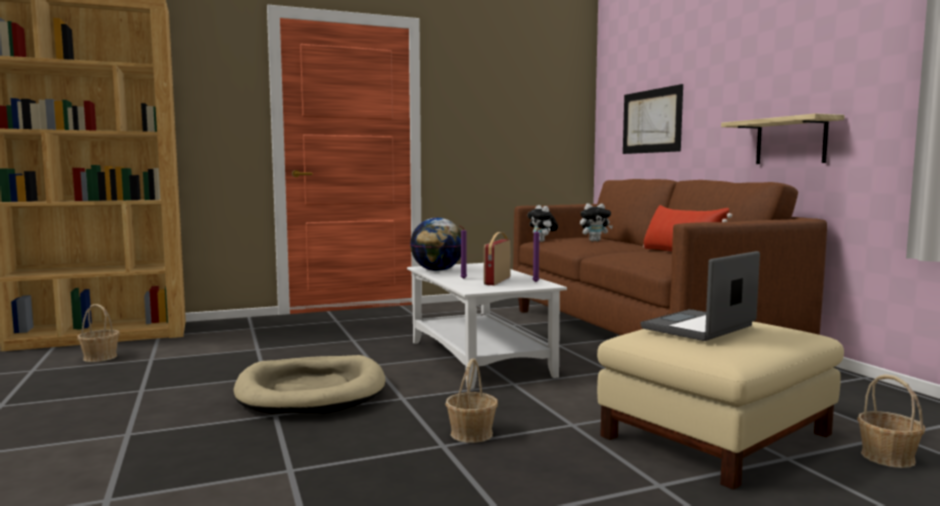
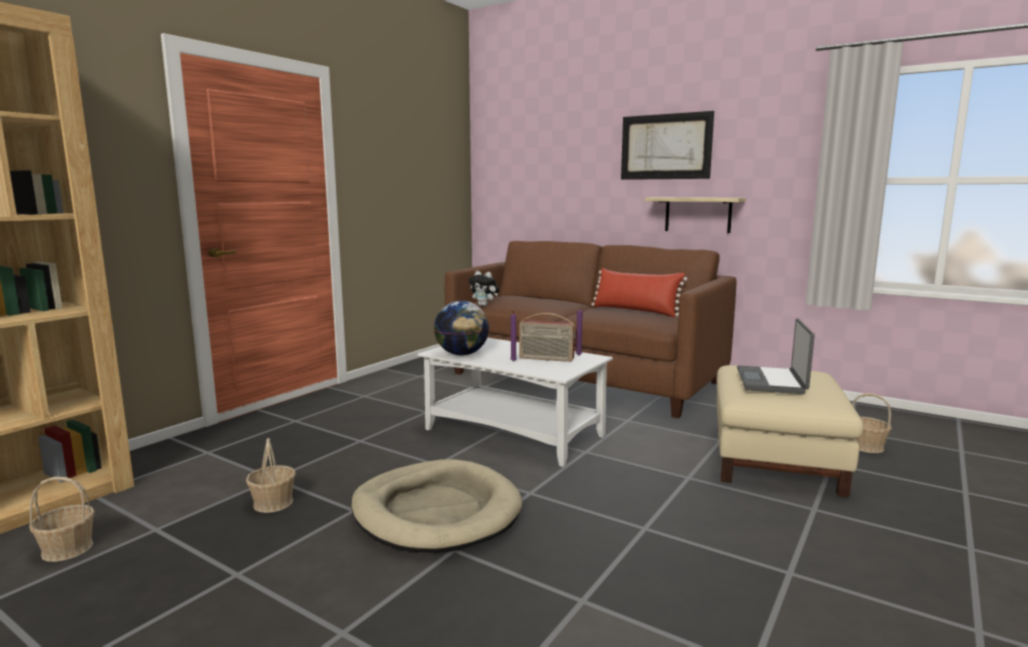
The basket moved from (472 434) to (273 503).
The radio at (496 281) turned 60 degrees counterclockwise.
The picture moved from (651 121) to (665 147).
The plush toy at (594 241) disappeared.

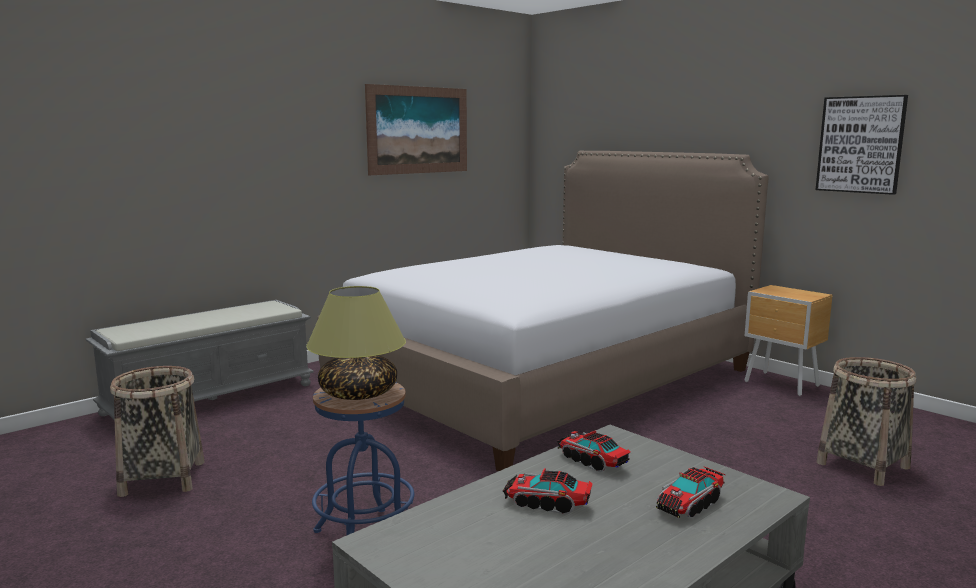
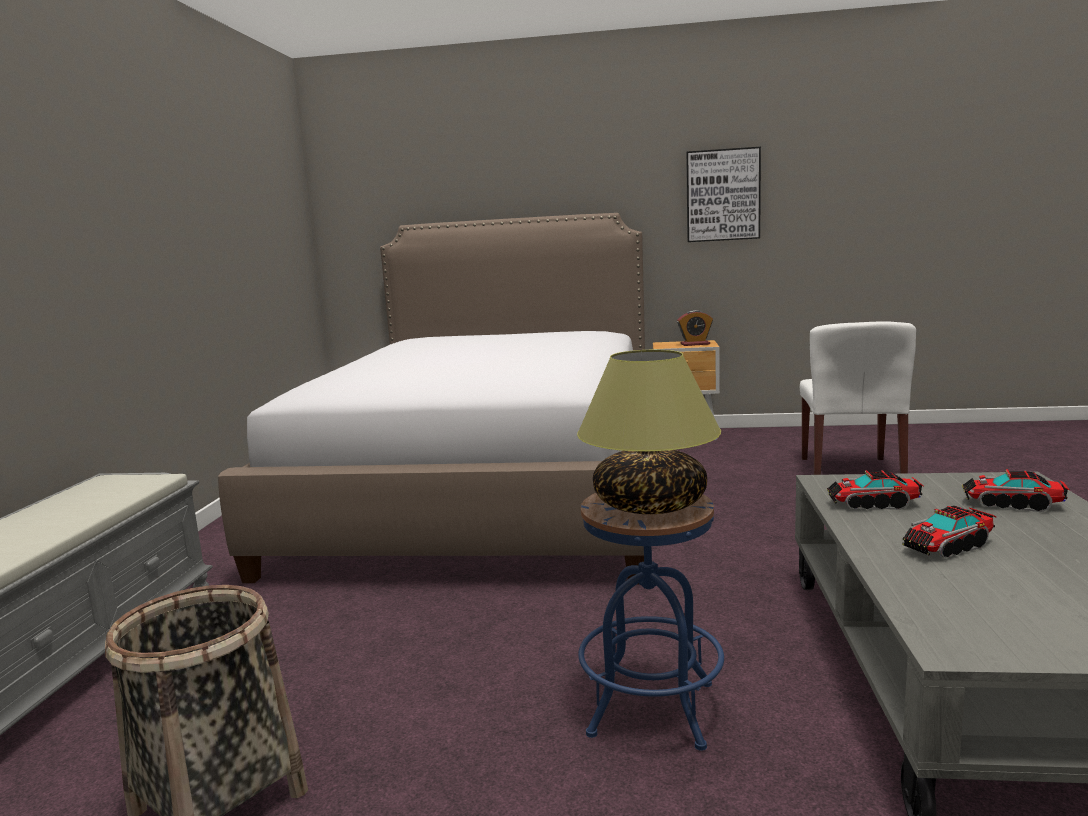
The alarm clock at (695 344) appeared.
The basket at (862 465) was replaced by the chair (white) at (850 472).
The toy truck at (689 505) turned 105 degrees clockwise.
The picture at (418 130) disappeared.

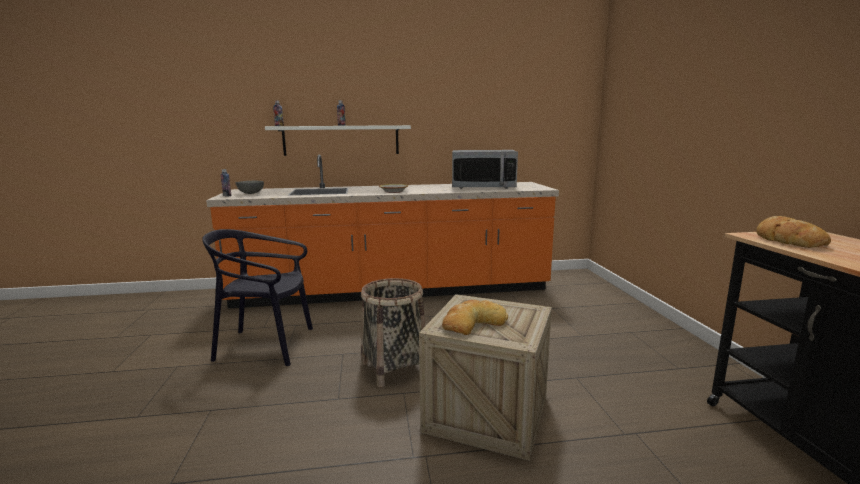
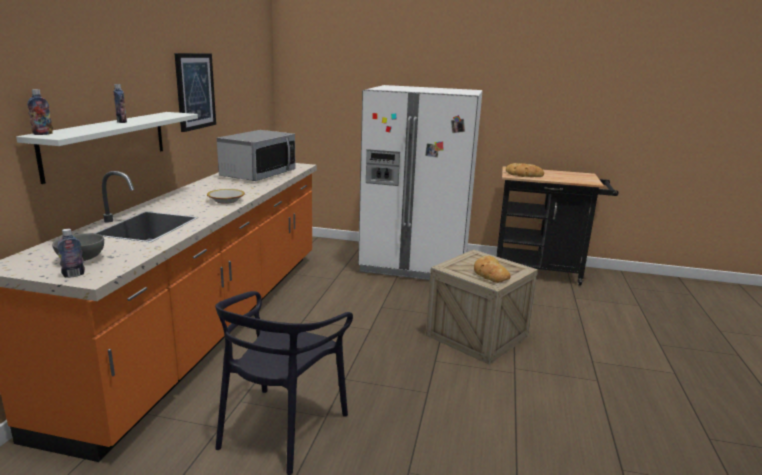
The picture at (195 91) appeared.
The fridge (white) at (415 263) appeared.
The basket at (394 368) disappeared.

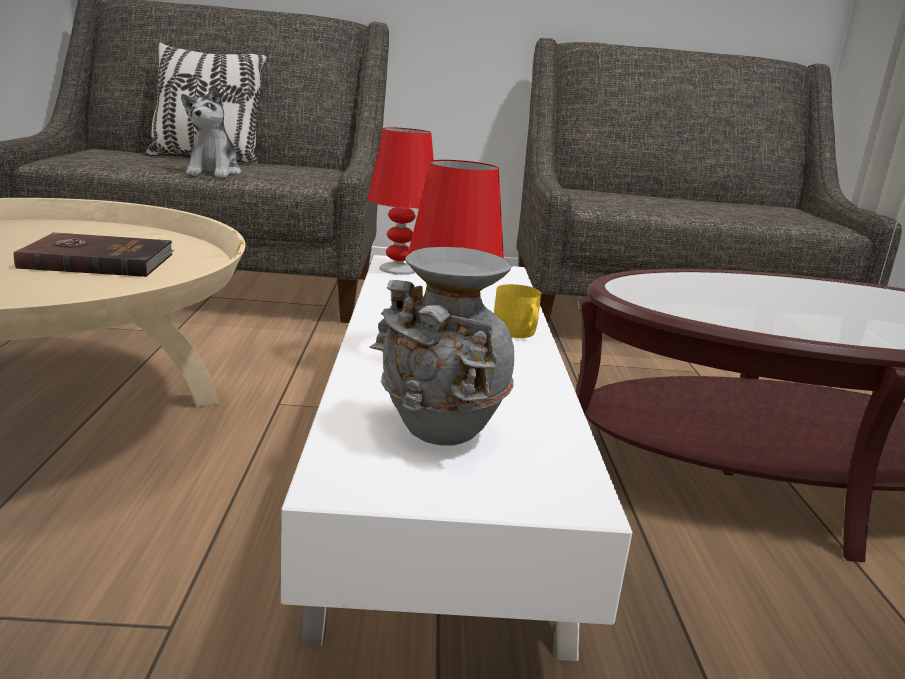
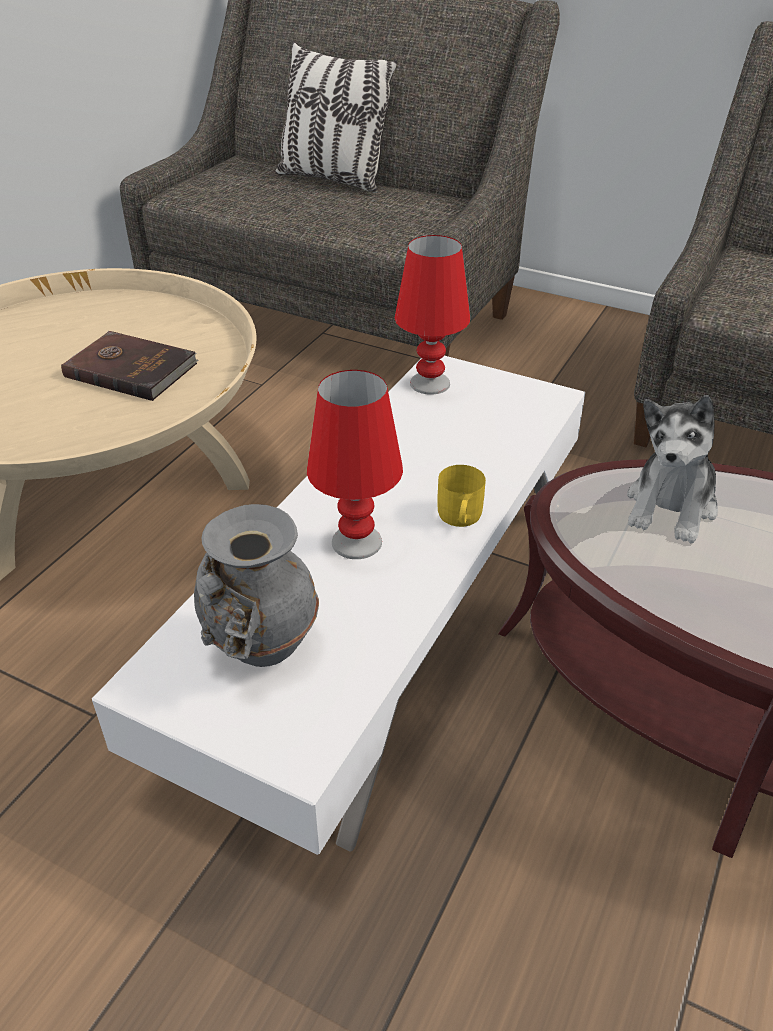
The plush toy moved from (214 172) to (671 506).

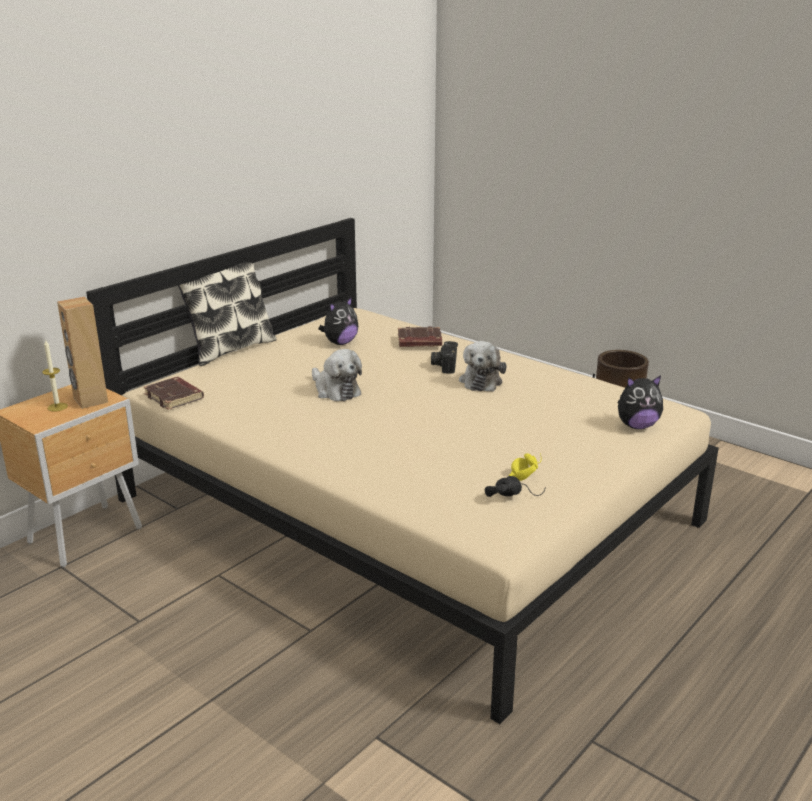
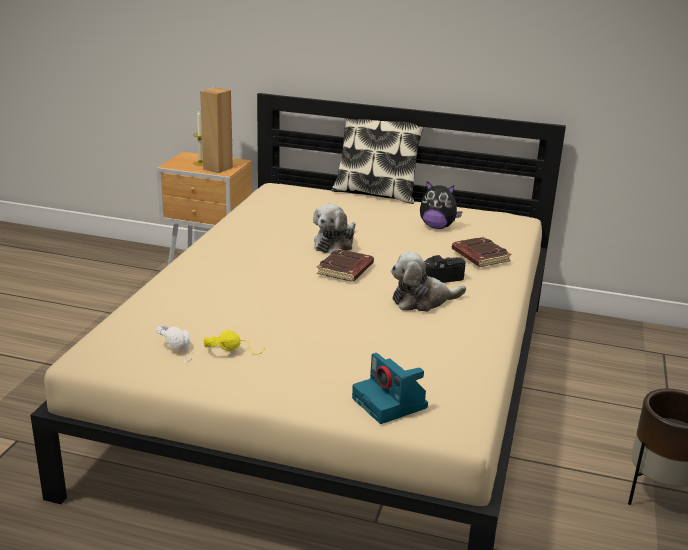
The headphones (black) at (513 495) became the headphones (white) at (182 350).
The book (brown) moved from (175 397) to (346 270).
The plush toy at (637 426) was replaced by the photo camera at (391 403).

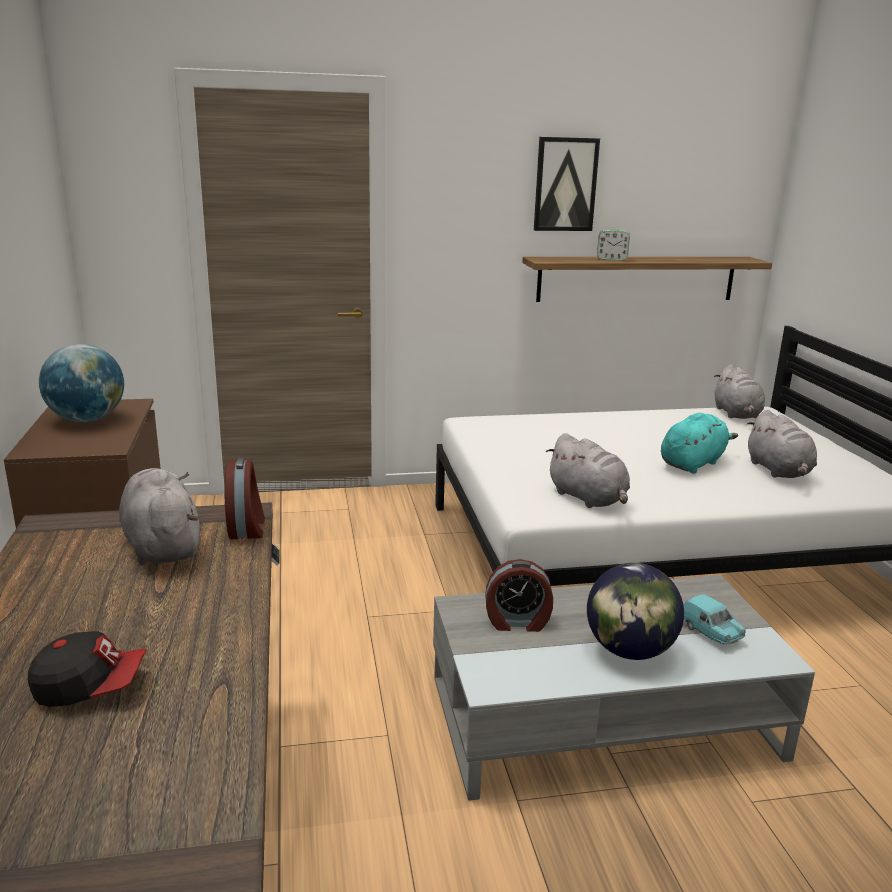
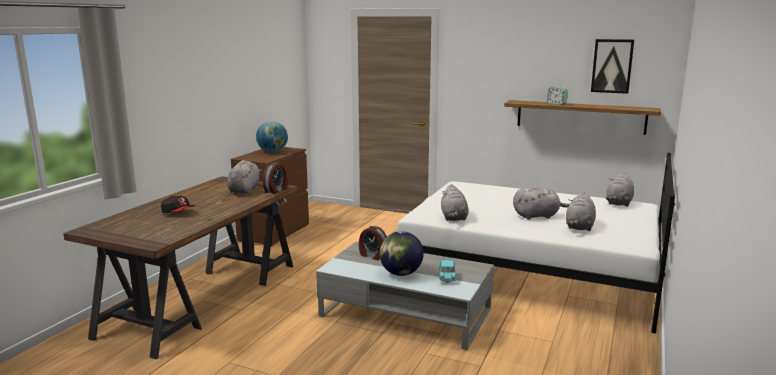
The plush toy (turquoise) at (693 463) became the plush toy (grey) at (537 216).
The picture moved from (565 184) to (612 66).

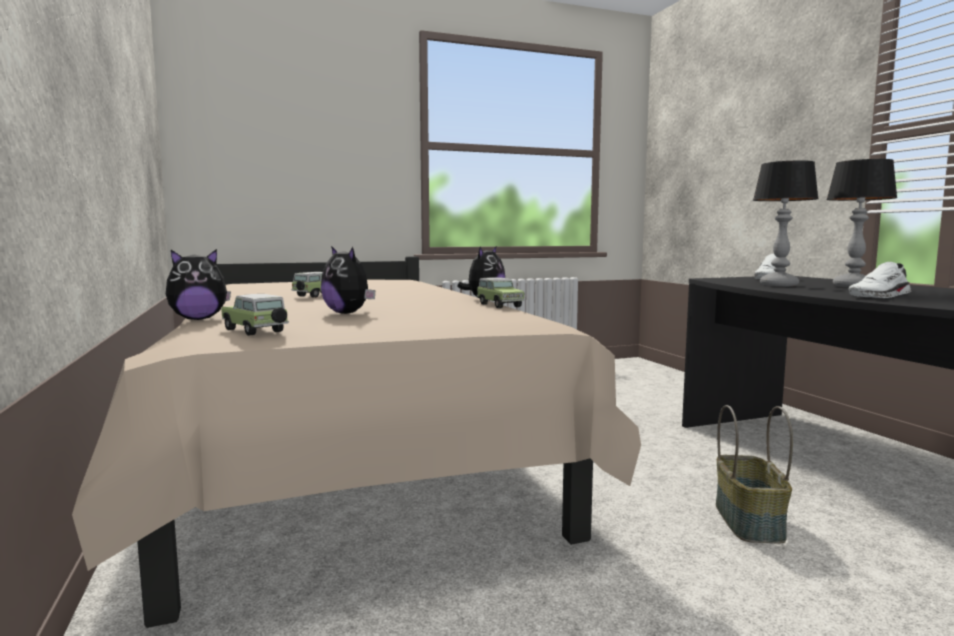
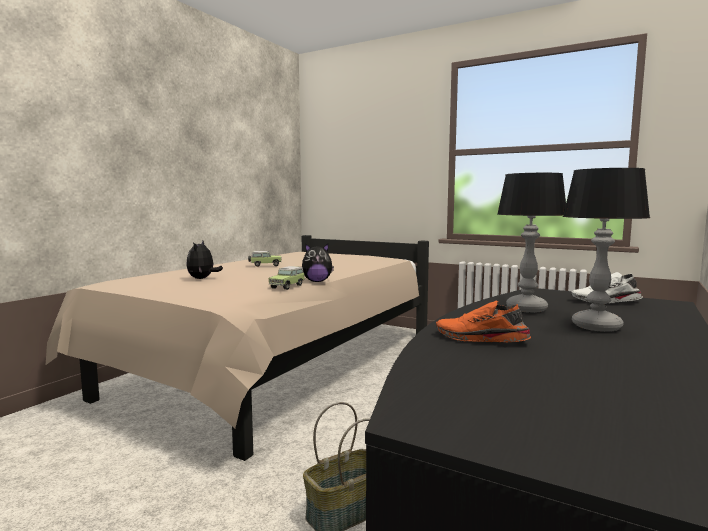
The shoe (white) at (881 297) became the shoe (orange) at (480 339).
The plush toy at (198 319) disappeared.
The toy car at (256 331) disappeared.

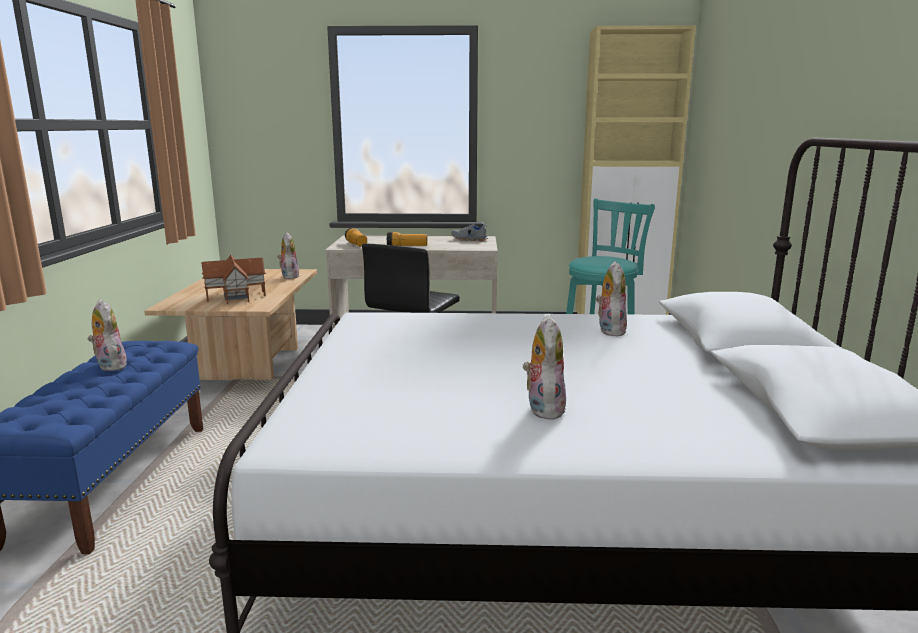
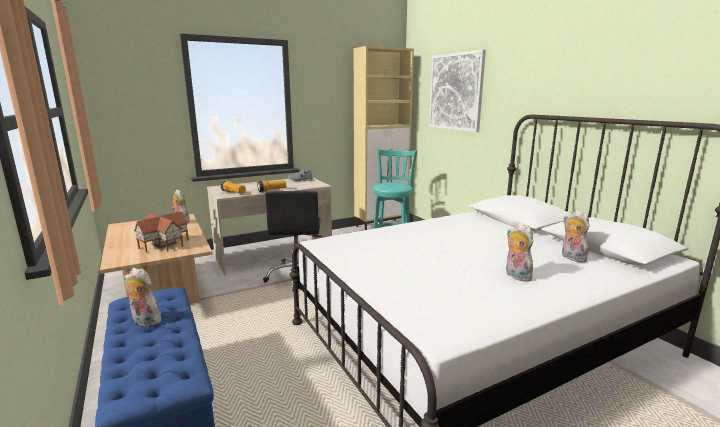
The picture at (455 92) appeared.
The plush toy moved from (609 330) to (571 258).

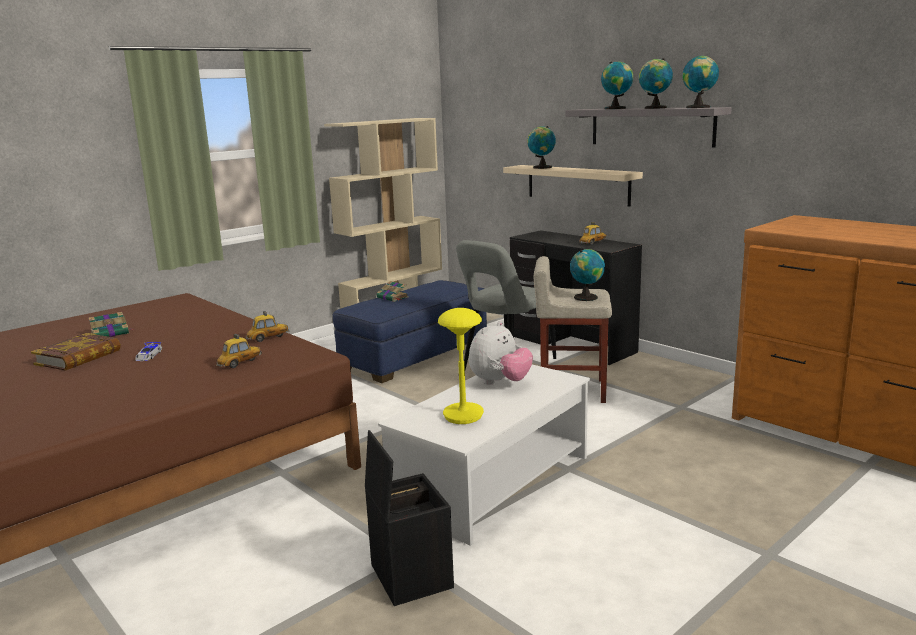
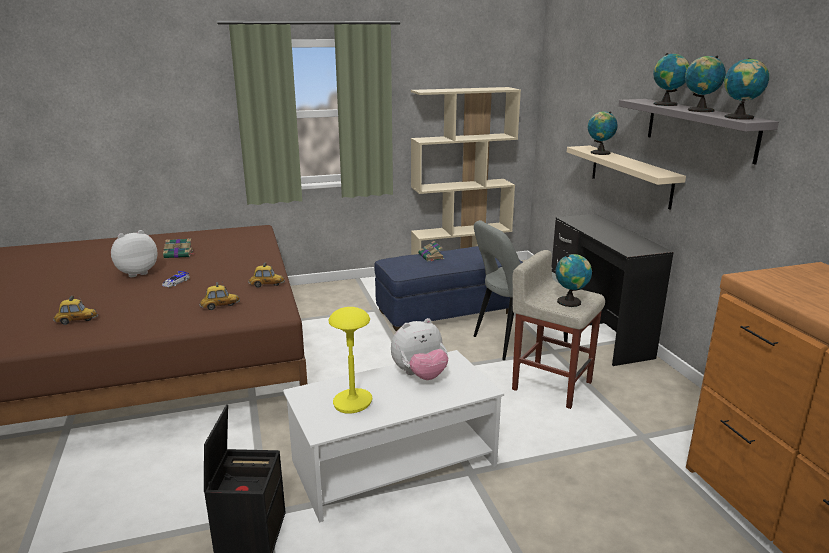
The toy car moved from (593 243) to (76 321).
The book at (79 357) was replaced by the plush toy at (136 273).

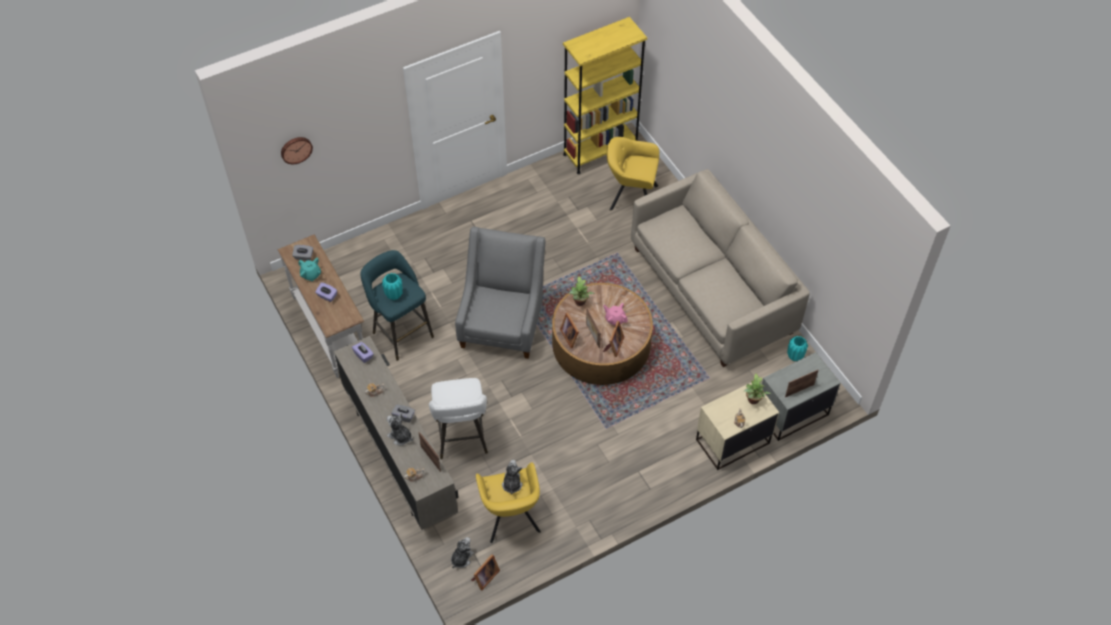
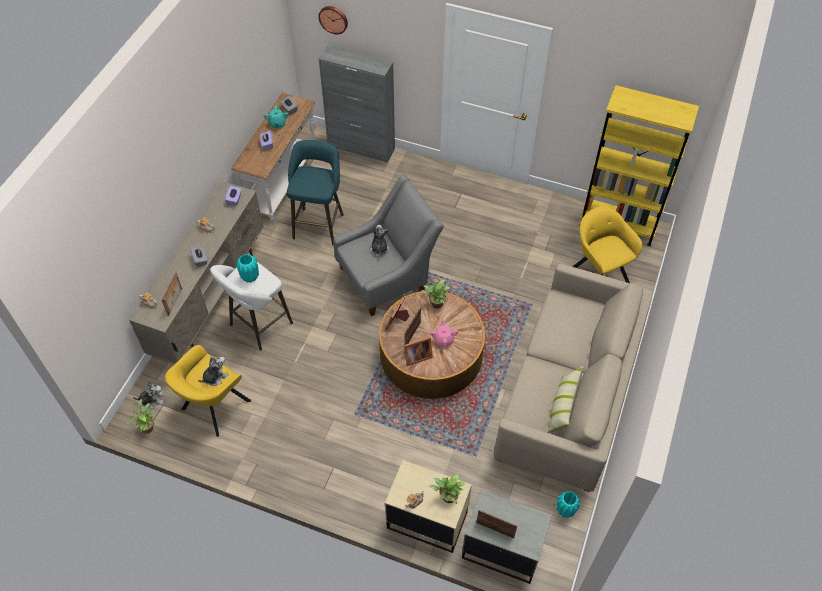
The picture frame at (484 577) was replaced by the potted plant at (147 427).
The vase (turquoise) moved from (394 295) to (250 277).
The cabinet (grey) at (361 147) appeared.
The plush toy moved from (400 436) to (379 248).
The pillow at (562 406) appeared.

